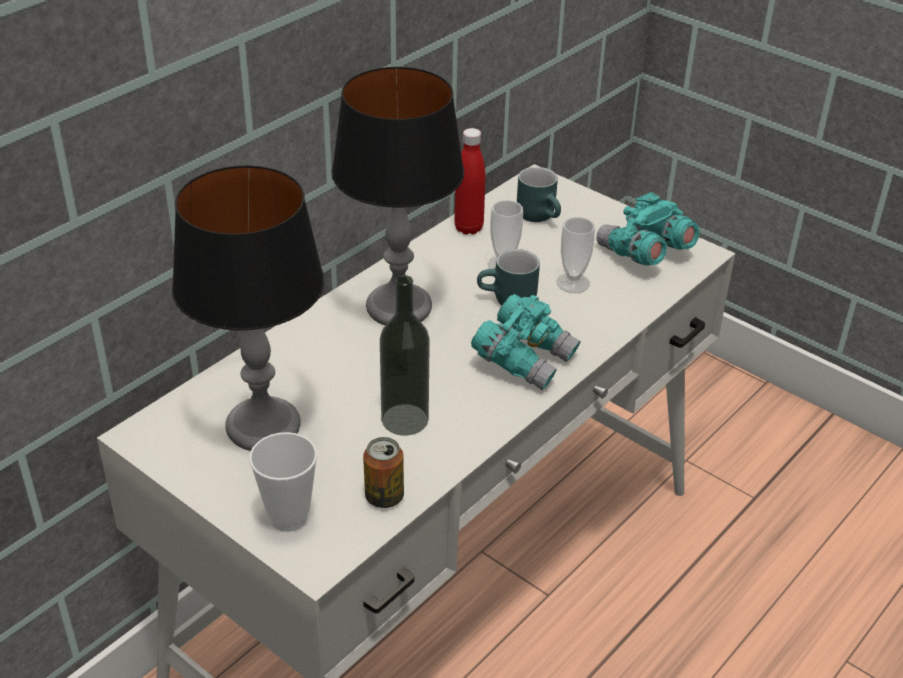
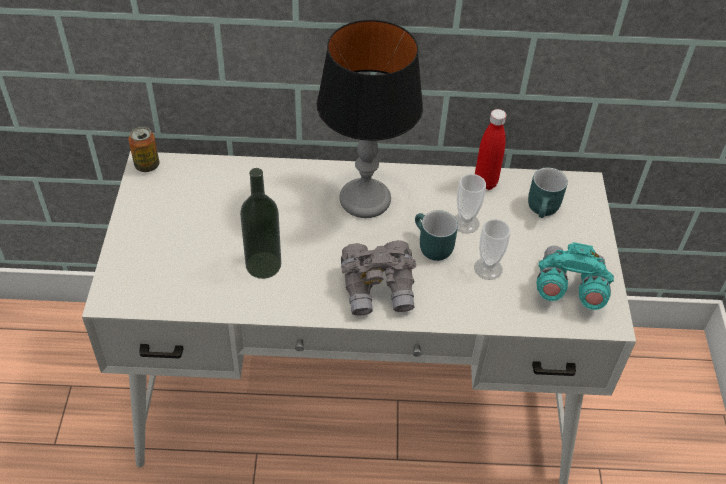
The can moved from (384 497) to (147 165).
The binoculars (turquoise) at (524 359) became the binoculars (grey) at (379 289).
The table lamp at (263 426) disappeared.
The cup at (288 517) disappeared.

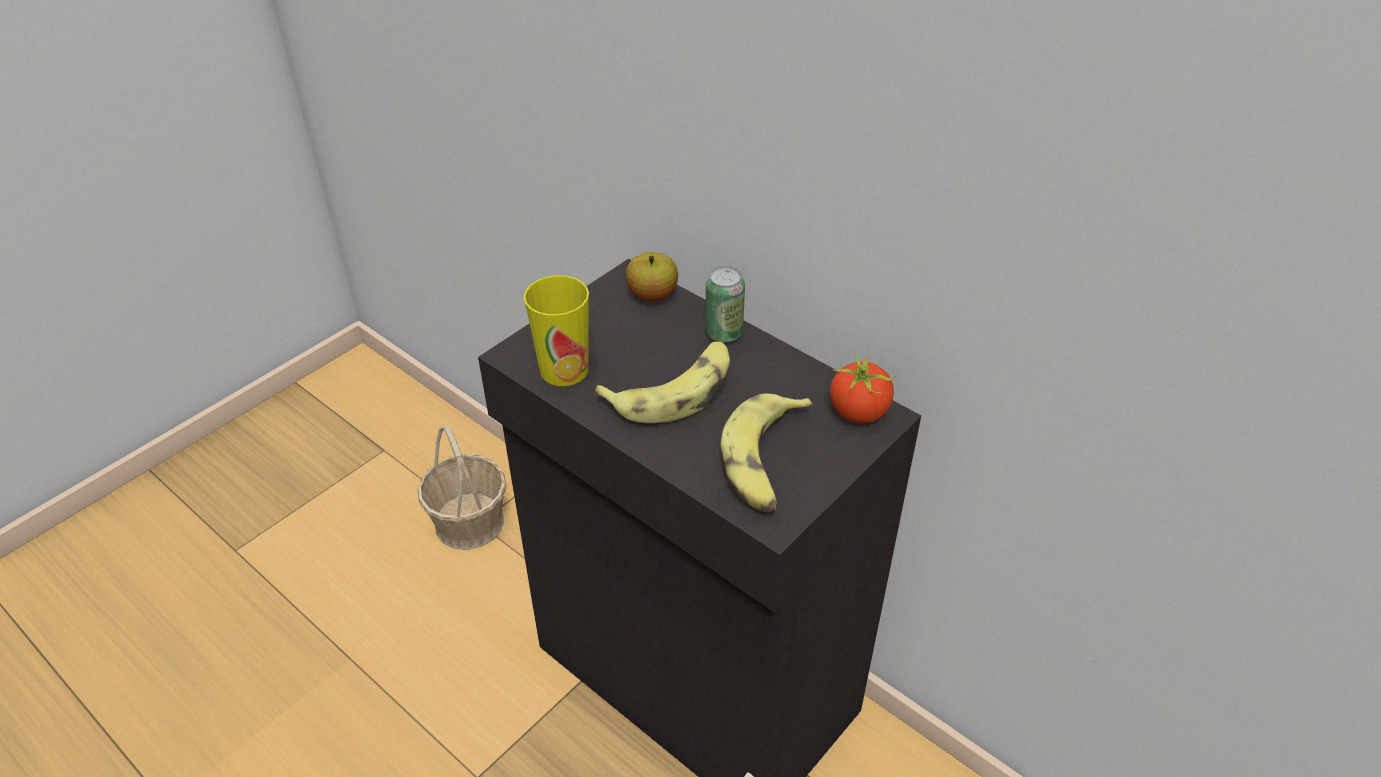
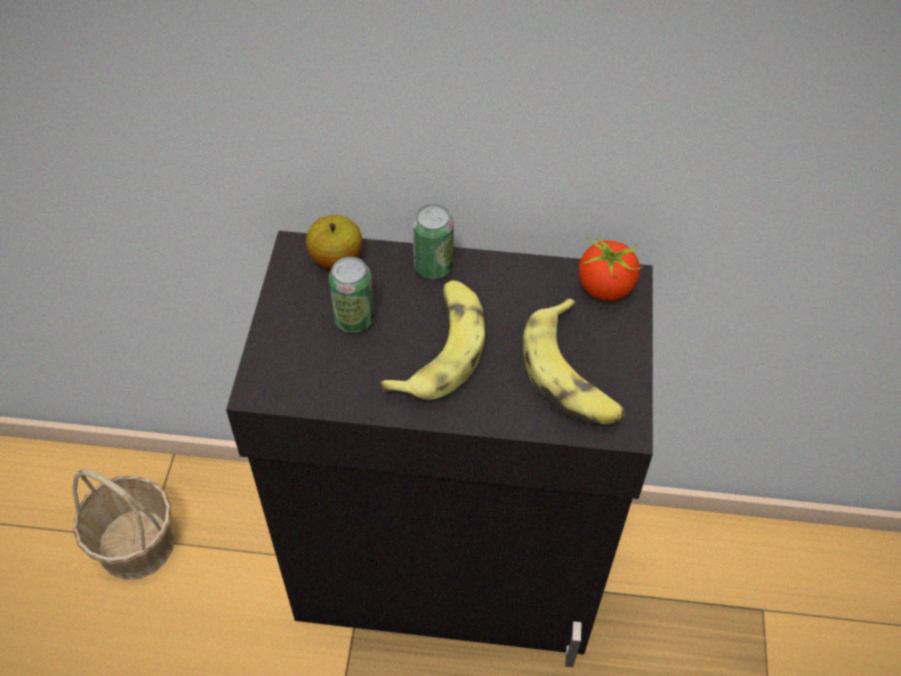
The can at (354 319) appeared.
The cup at (564 369) disappeared.

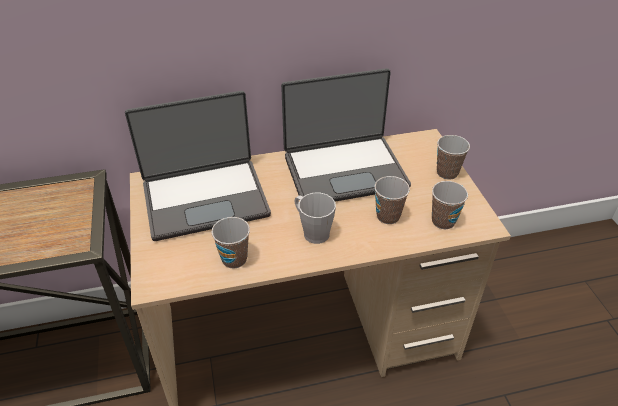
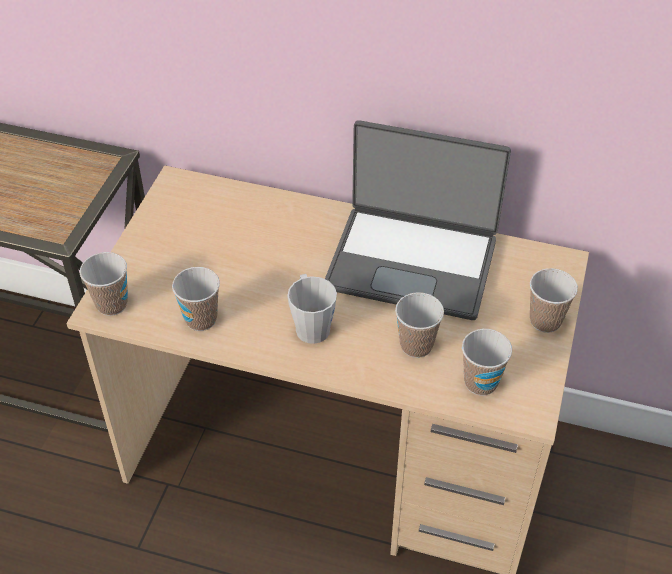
The cup at (112 304) appeared.
The laptop at (205 198) disappeared.

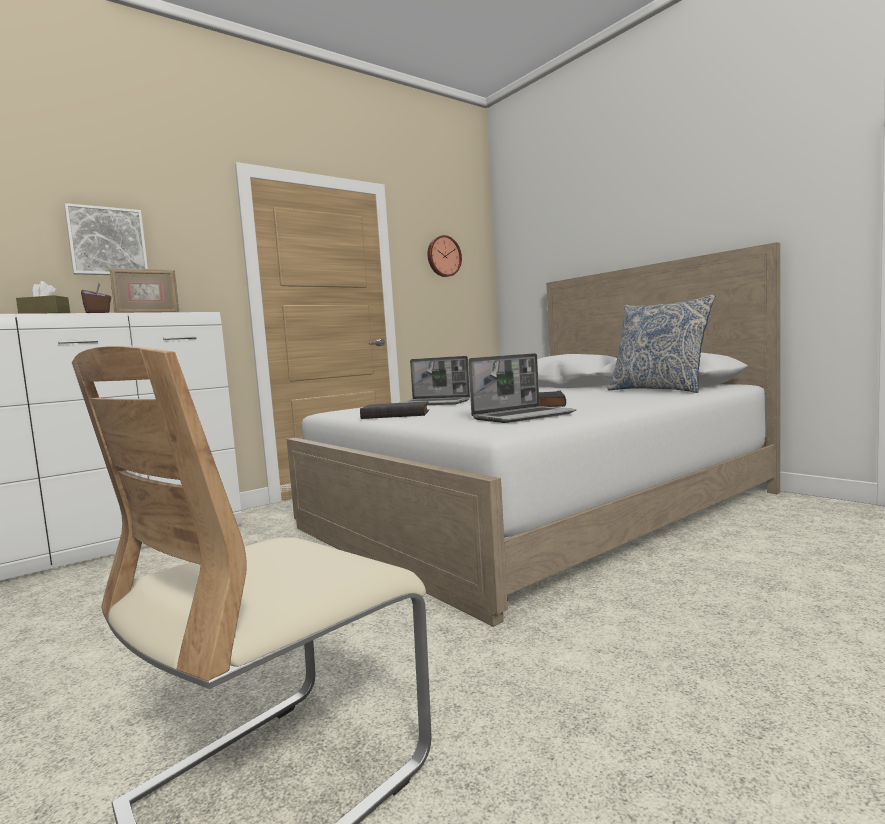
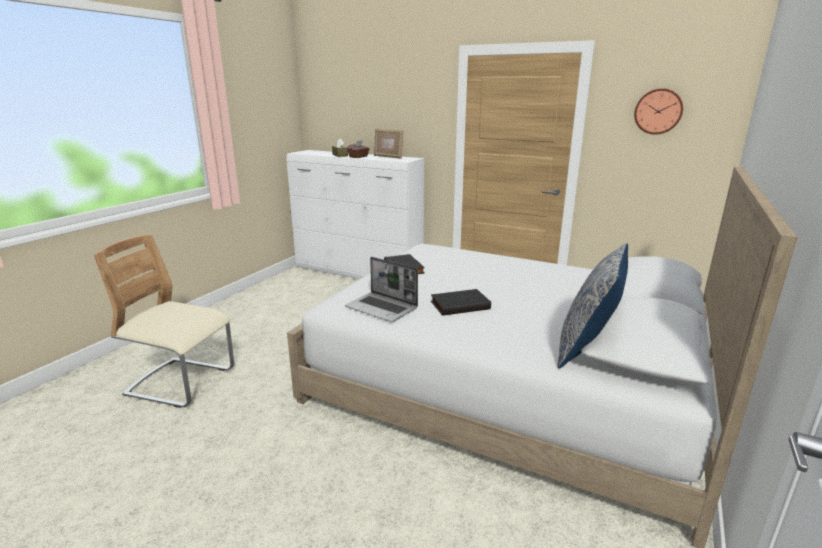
The picture at (107 242) disappeared.
The laptop at (435 403) disappeared.

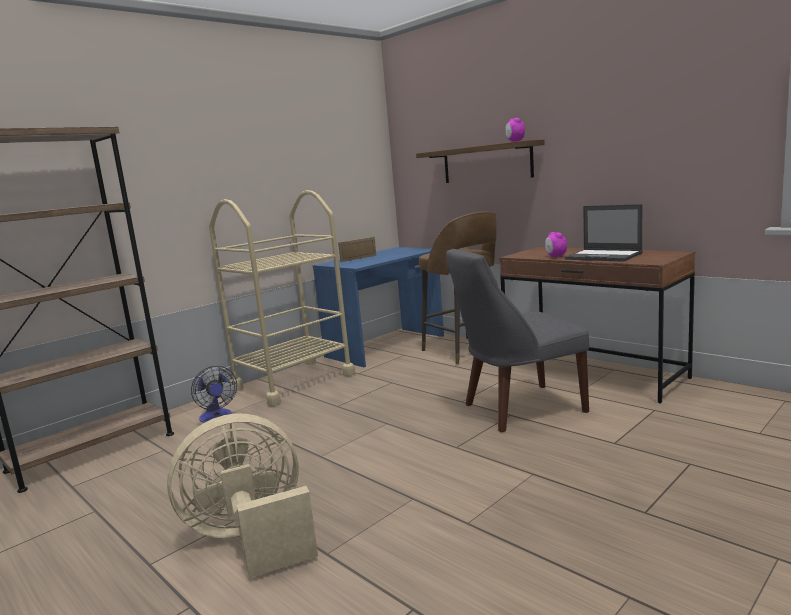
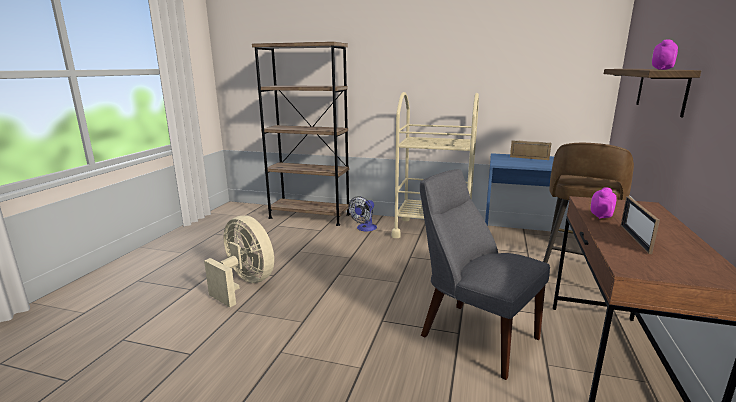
The laptop at (604 256) was replaced by the picture frame at (635 238).

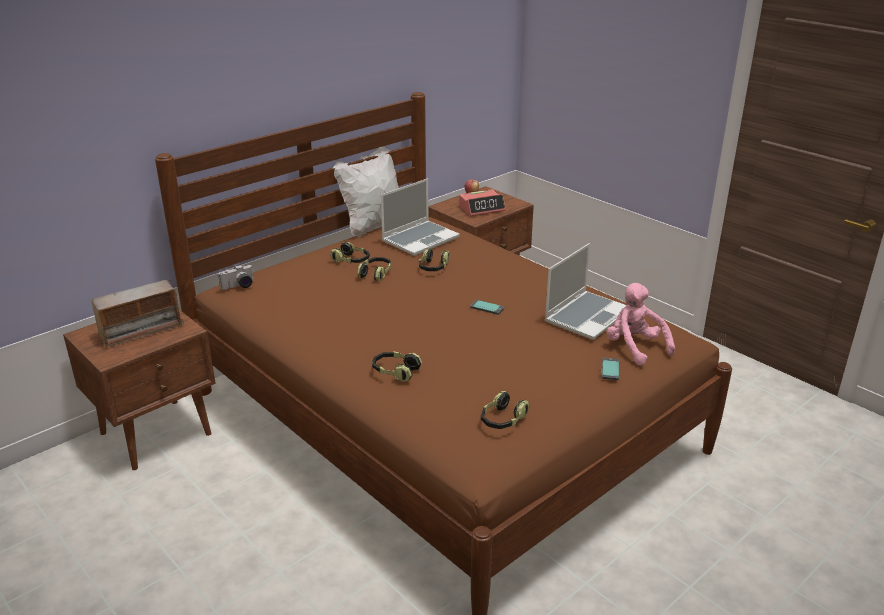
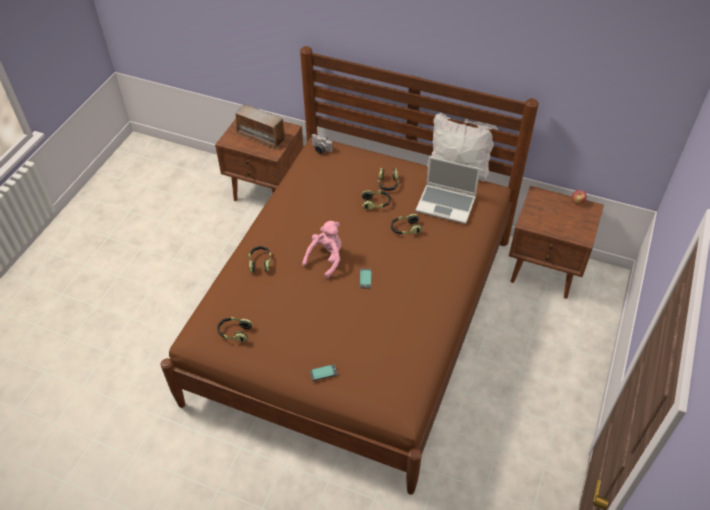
The plush toy (pink) moved from (635 347) to (326 258).
The alarm clock at (482 208) disappeared.
The laptop at (587 316) disappeared.

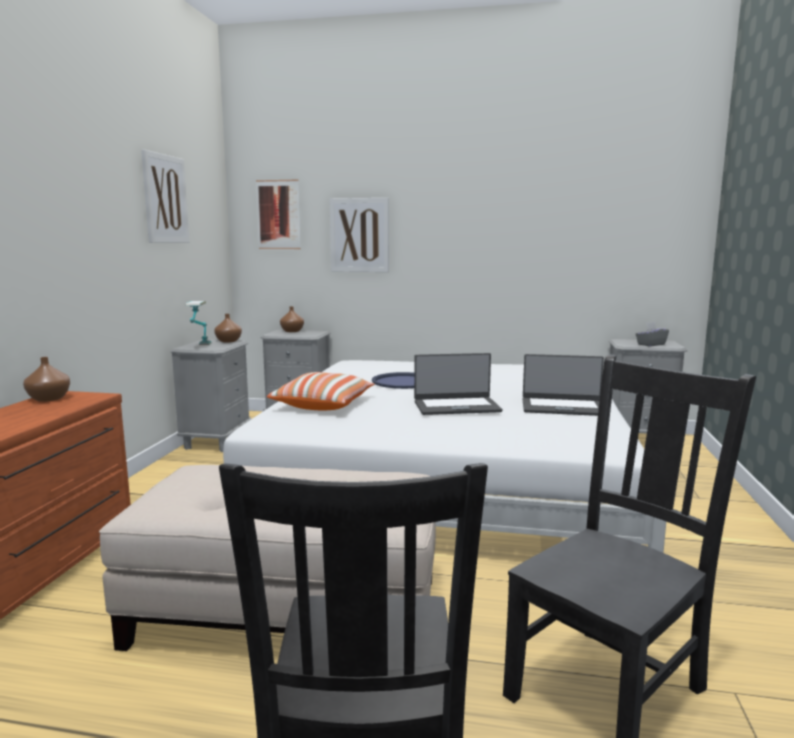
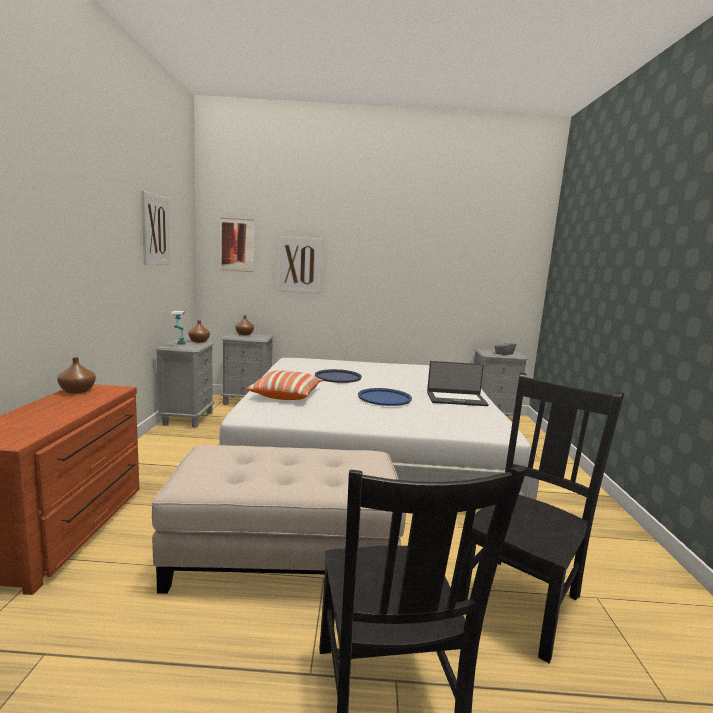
The laptop at (456 406) was replaced by the tray (blue) at (384 398).

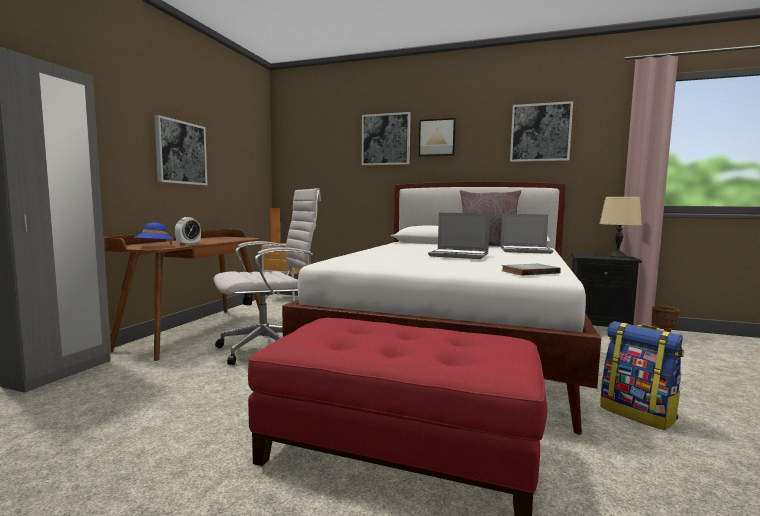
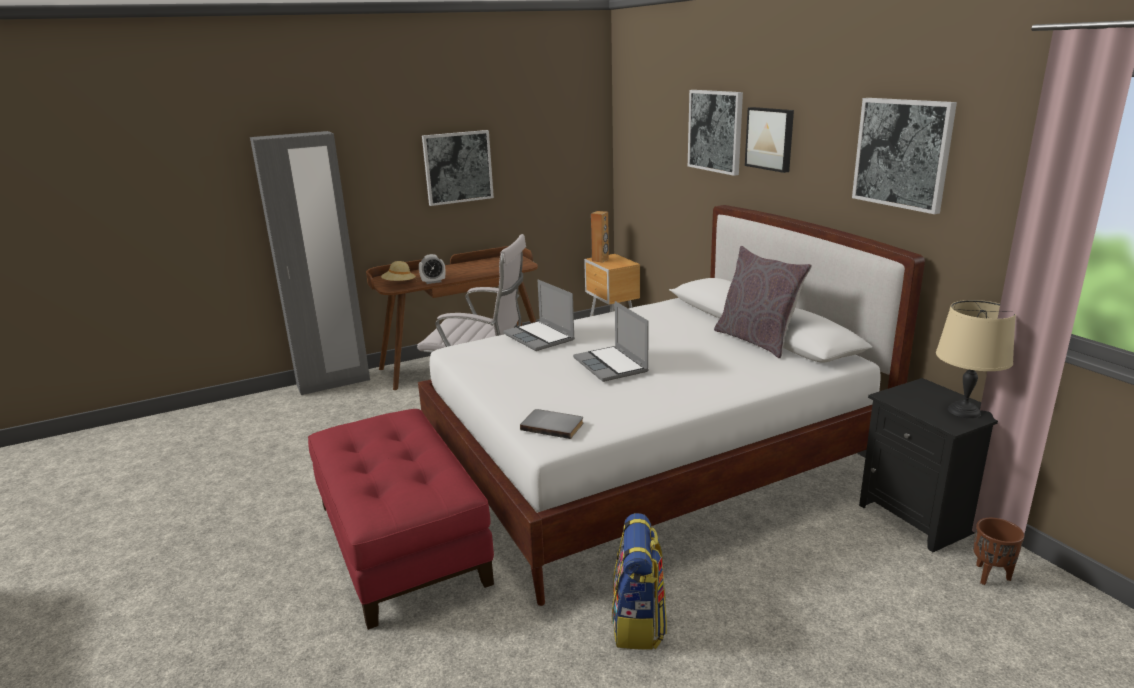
The hat (blue) at (154 247) became the hat (beige) at (399 284).
The laptop moved from (526 251) to (540 337).

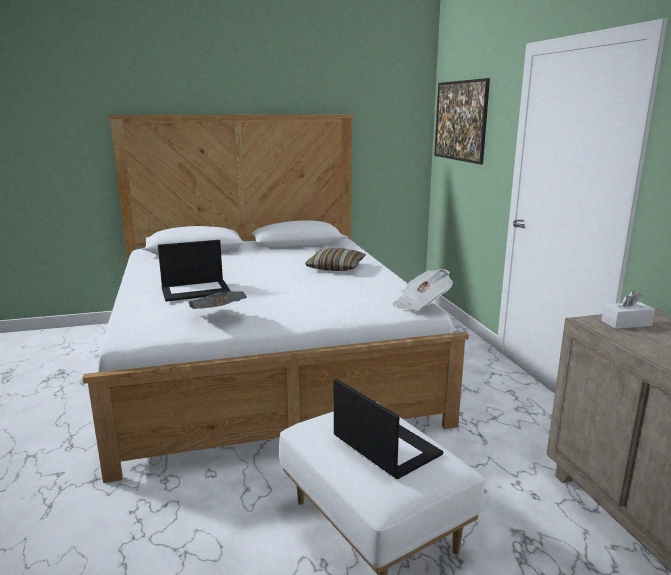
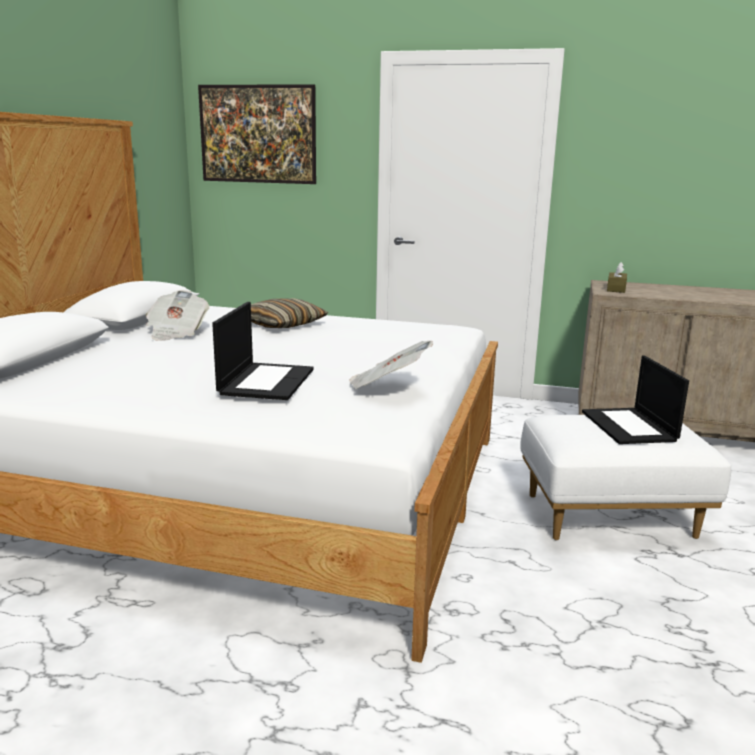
The newspaper moved from (421 304) to (176 333).
The laptop at (384 445) turned 90 degrees counterclockwise.
The tissue box (white) at (626 323) became the tissue box (brown) at (616 289).

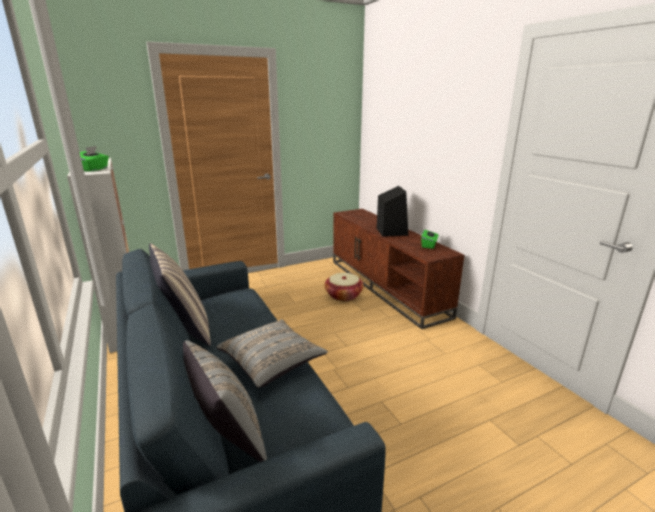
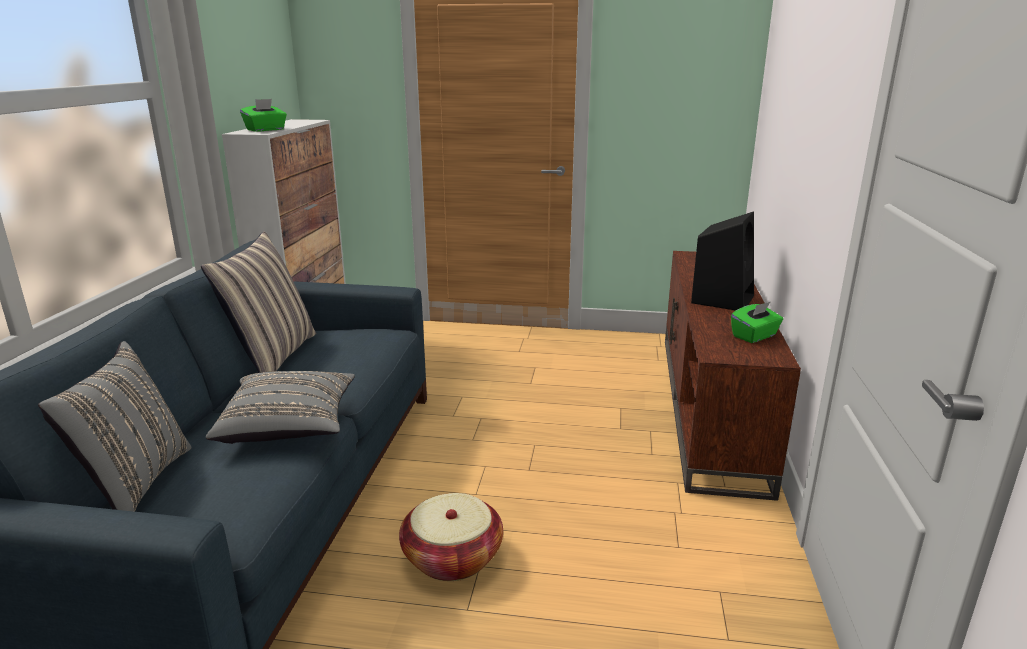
The basket moved from (343 295) to (452 557).

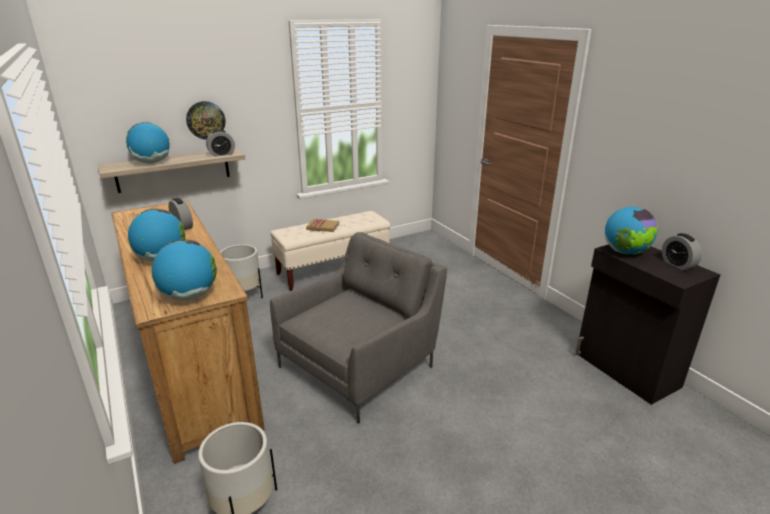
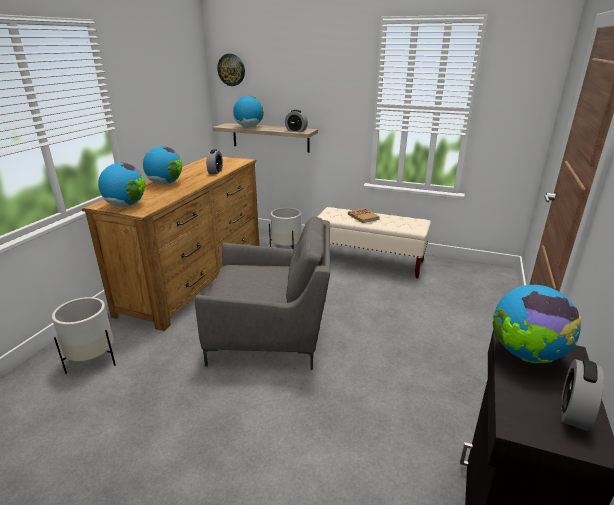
The wall clock moved from (205 120) to (231 70).

